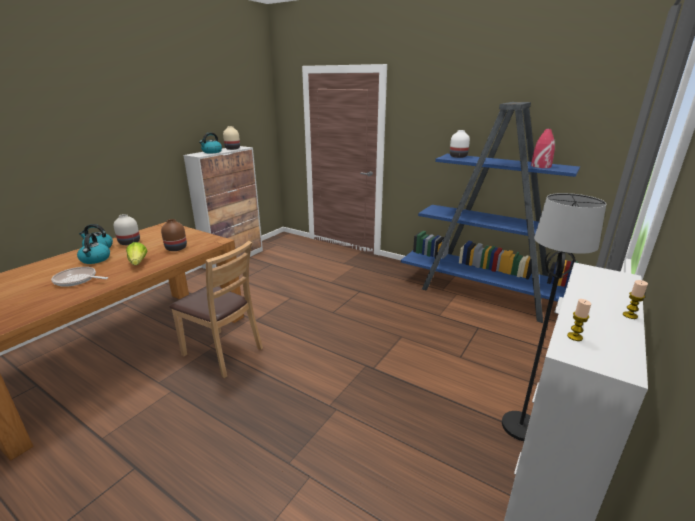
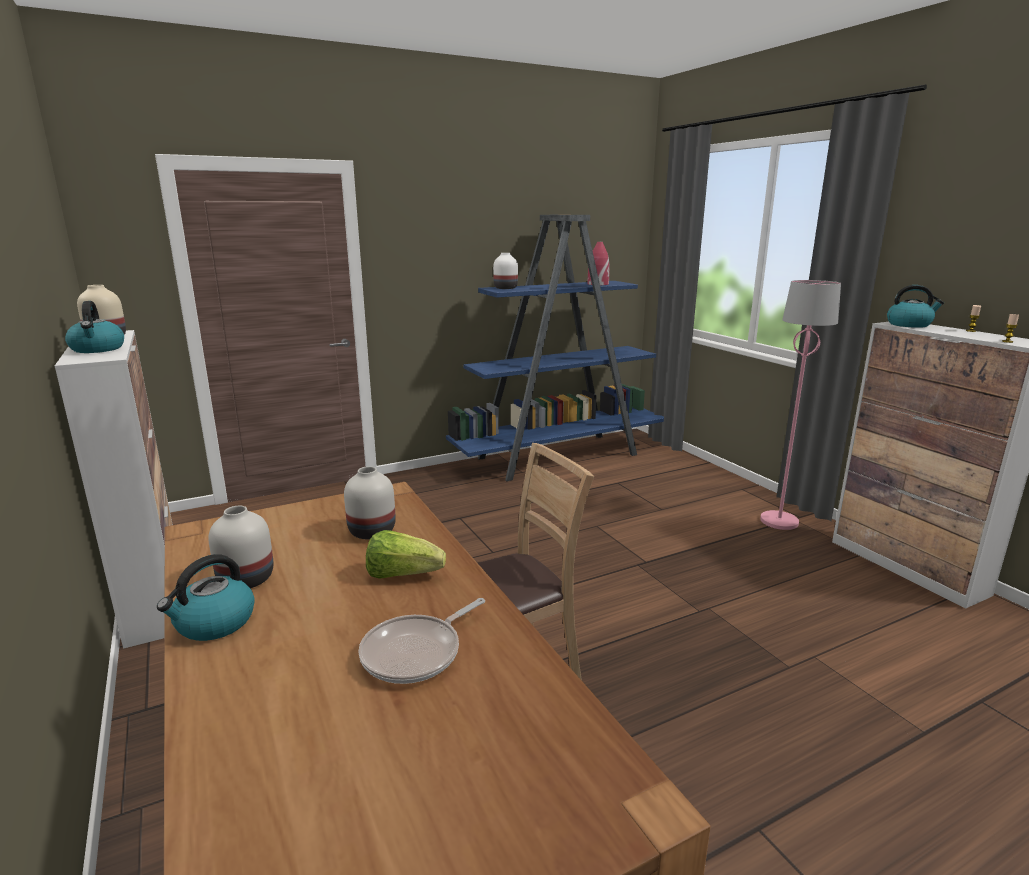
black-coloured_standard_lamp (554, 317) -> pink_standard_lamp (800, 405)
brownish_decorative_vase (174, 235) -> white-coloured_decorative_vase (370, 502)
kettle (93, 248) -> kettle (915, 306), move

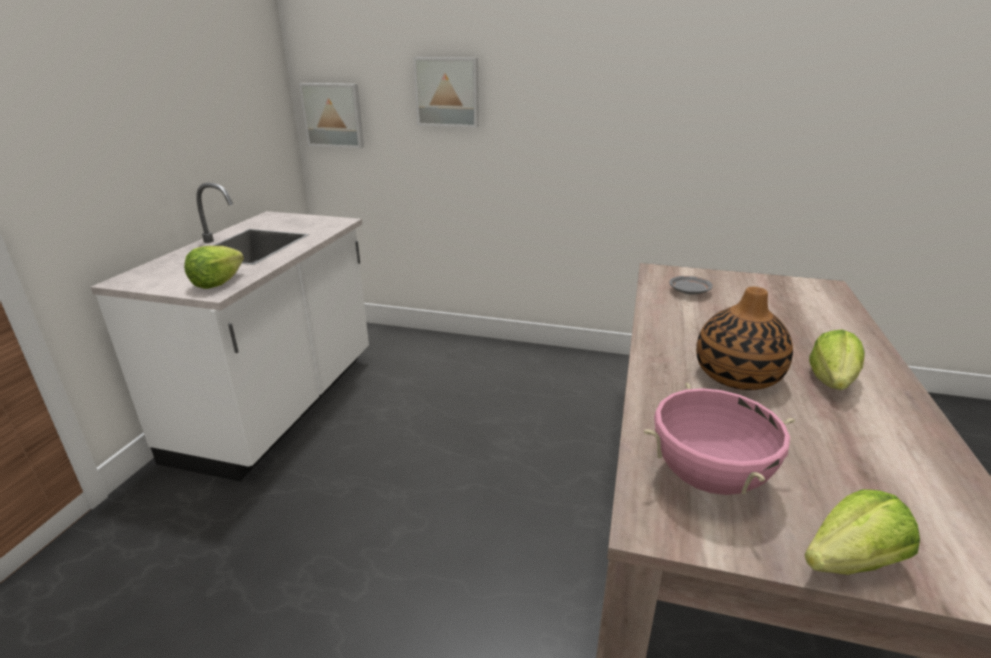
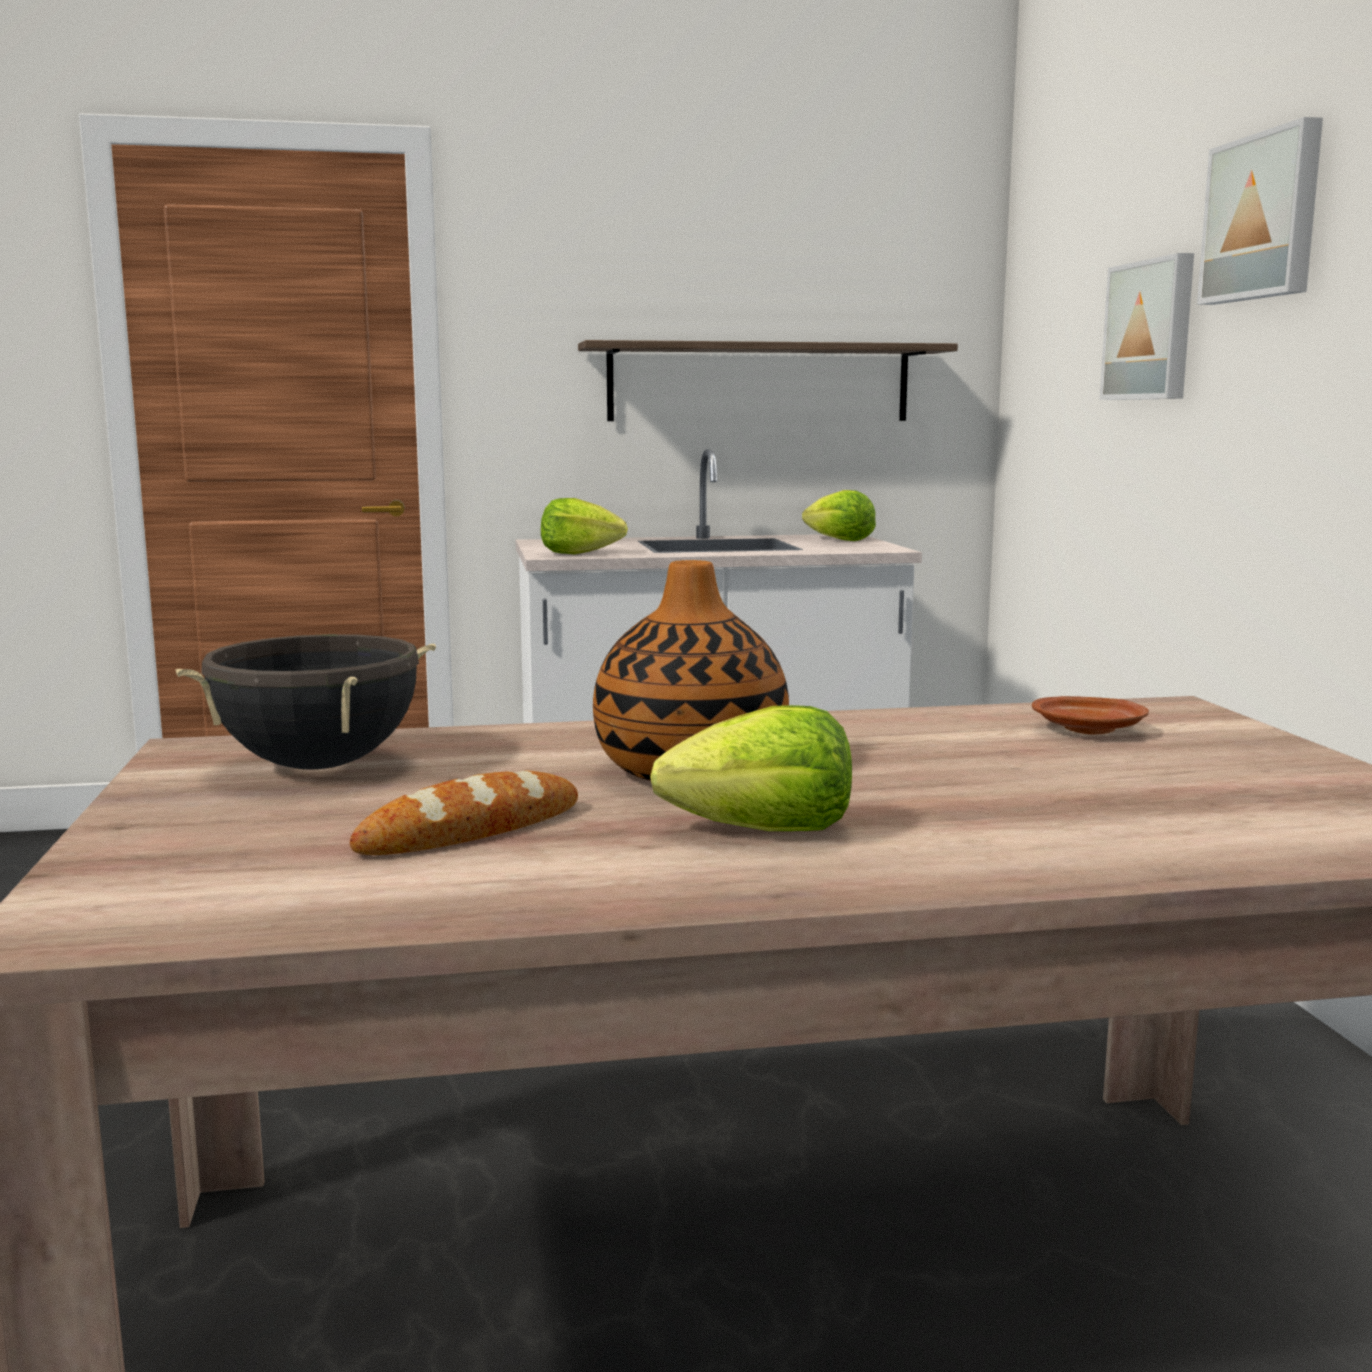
picture (331, 115) -> picture (1260, 211), move
gray_plate (691, 285) -> brownish_plate (1090, 715)
pink_cooking_pot (719, 438) -> black-coloured_cooking_pot (305, 701)
head_of_lettuce (862, 532) -> head_of_lettuce (839, 515), move
none -> shelf (768, 380)
none -> bakery_bread (464, 813)

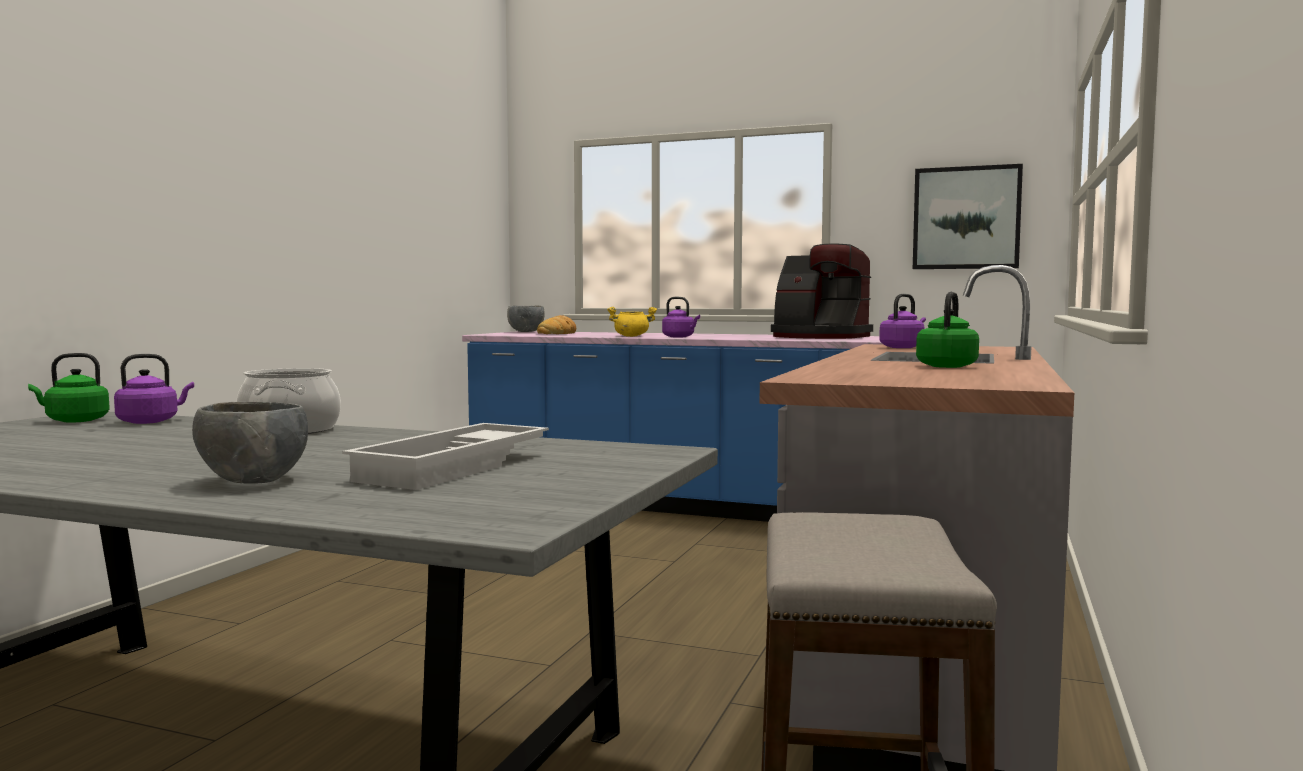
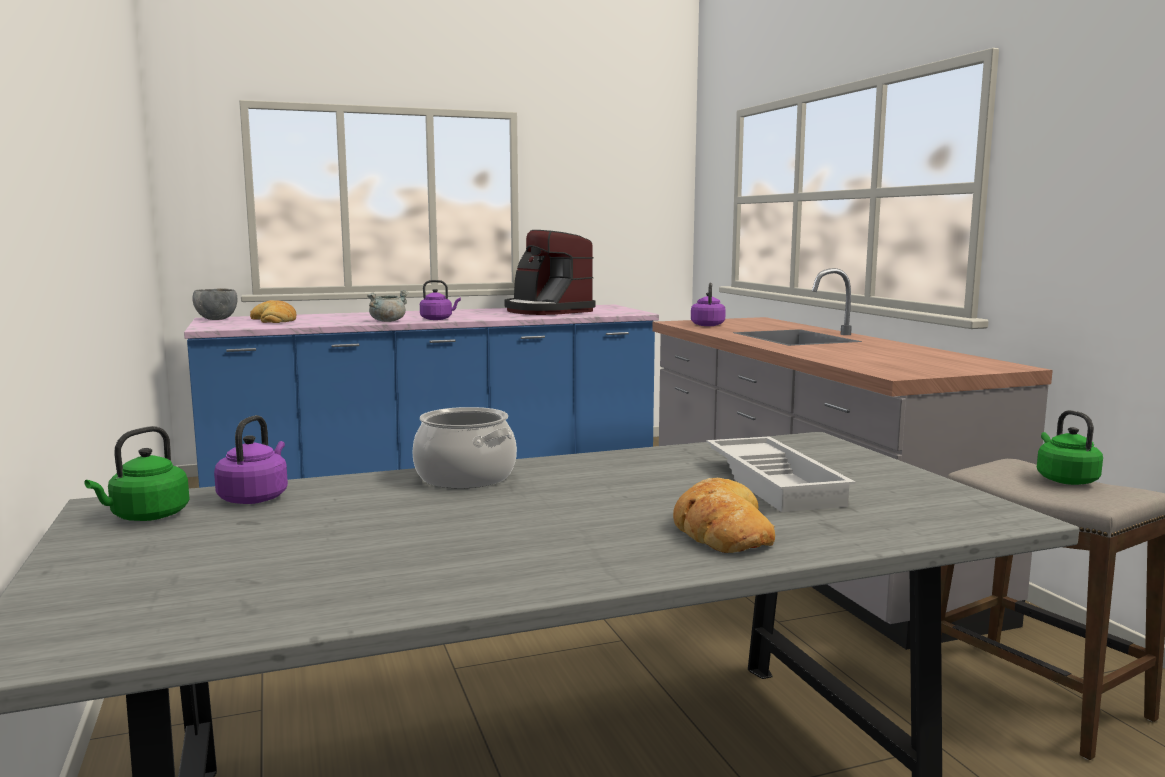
picture (968, 216) -> none
coffee_brewer (822, 291) -> coffee_brewer (549, 272), 60 degrees clockwise
green_kettle (947, 330) -> green_kettle (1070, 447), move
yellow_cooking_pot (632, 322) -> gray_cooking_pot (388, 306)
gray_deep_dish (250, 443) -> bakery_bread (724, 515)

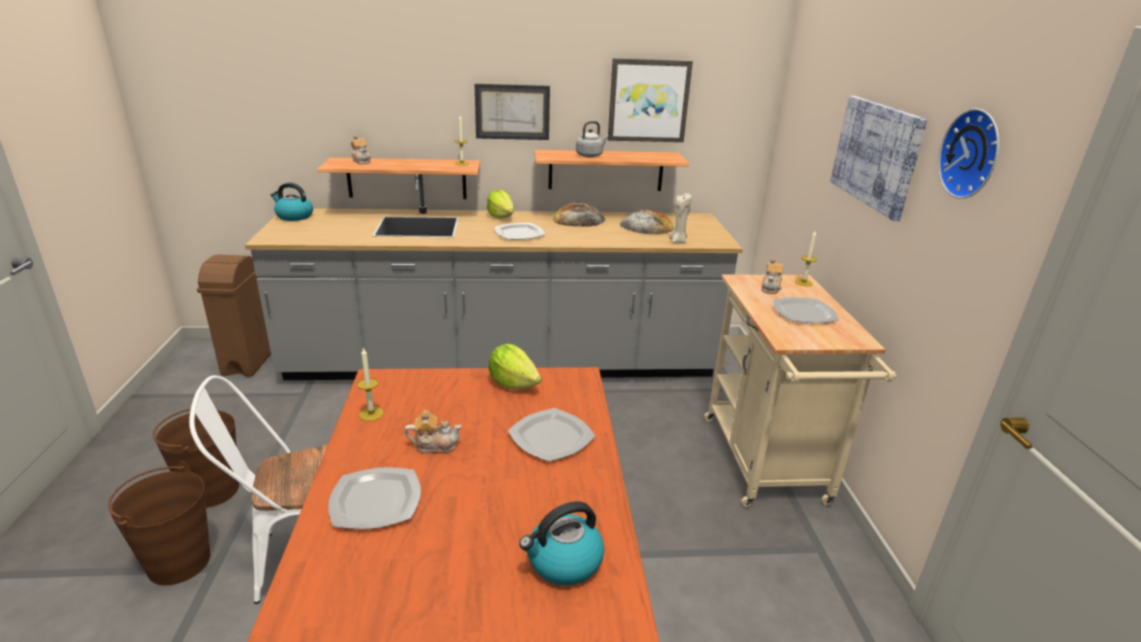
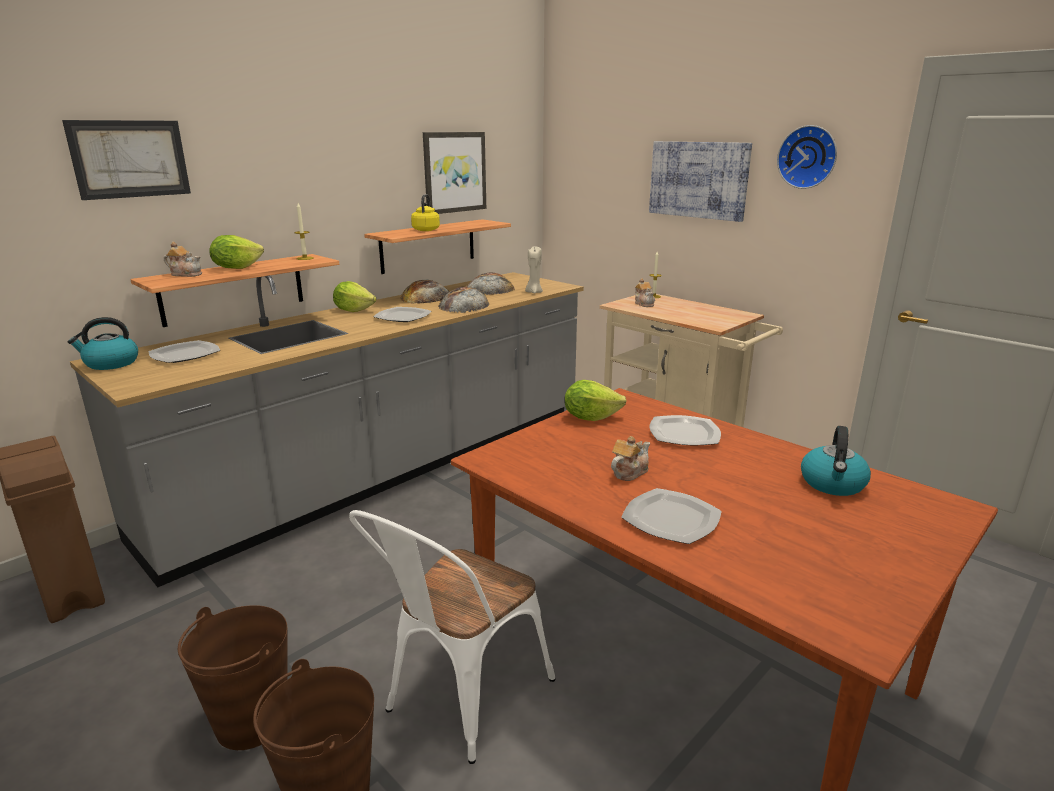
picture (512, 112) -> picture (126, 160), move
gray_kettle (592, 139) -> yellow_kettle (425, 212)
plate (806, 310) -> plate (184, 351), move
candle (370, 384) -> none
none -> head_of_lettuce (236, 252)
none -> bakery_bread (463, 300)

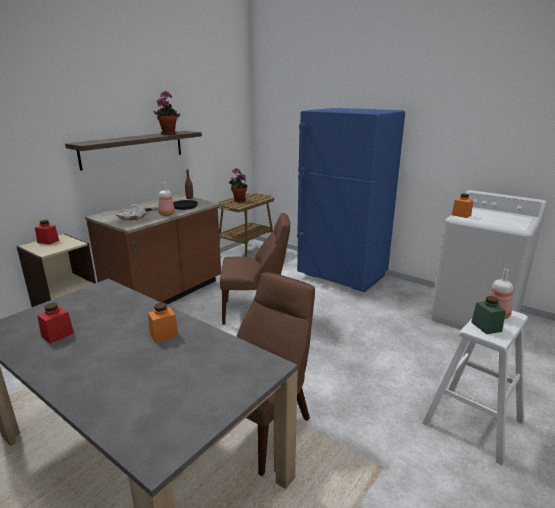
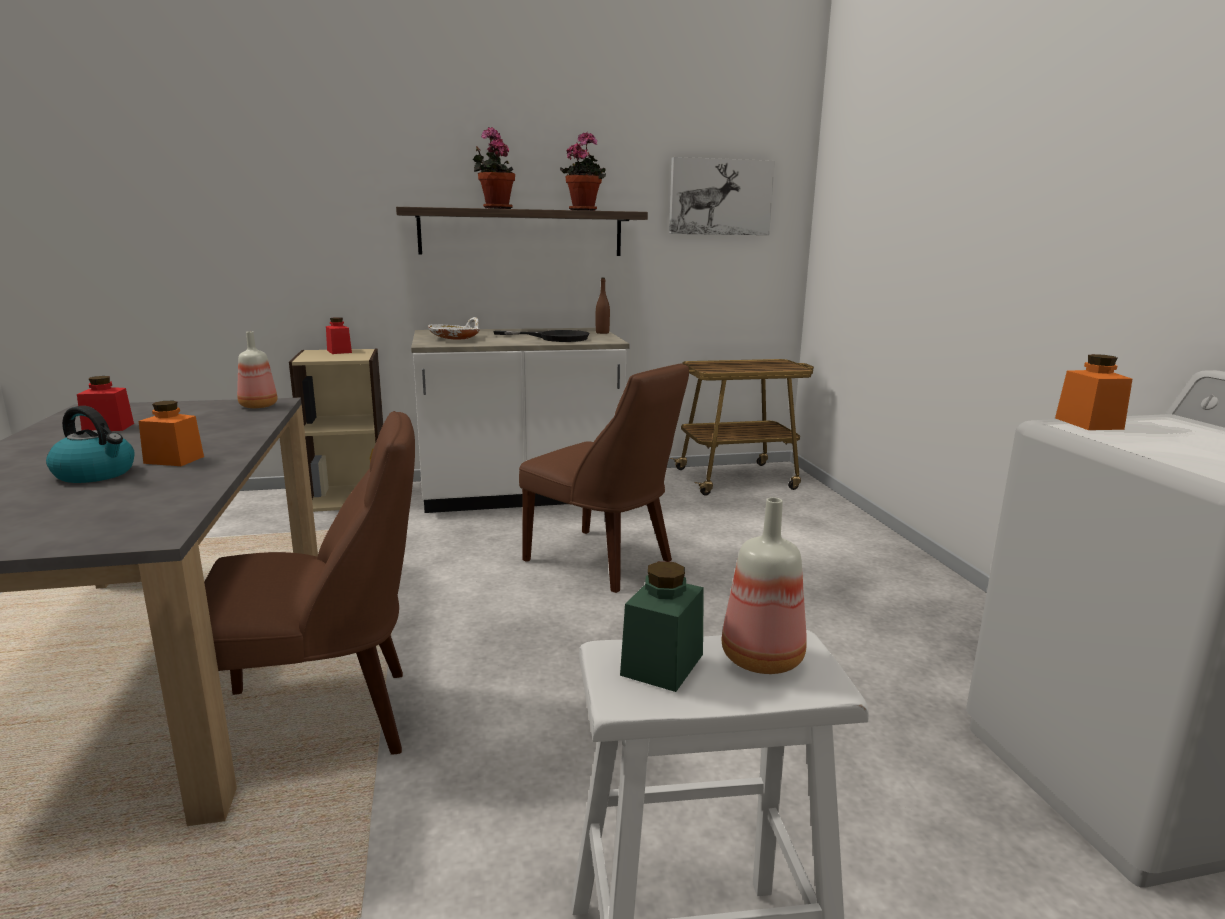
blue_fridge (351, 200) -> none
potted_plant (238, 185) -> potted_plant (494, 168), move
beverage_bottle (166, 199) -> beverage_bottle (257, 369), move
brownish_kitchen_counter (153, 249) -> white-coloured_kitchen_counter (520, 420)
none -> picture (722, 196)
none -> kettle (90, 444)

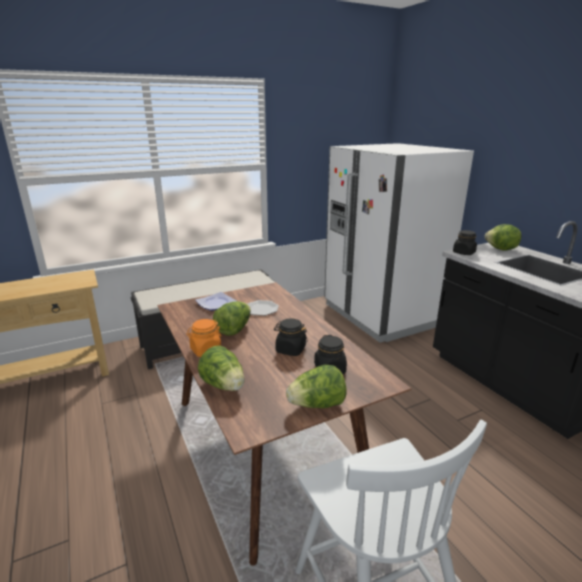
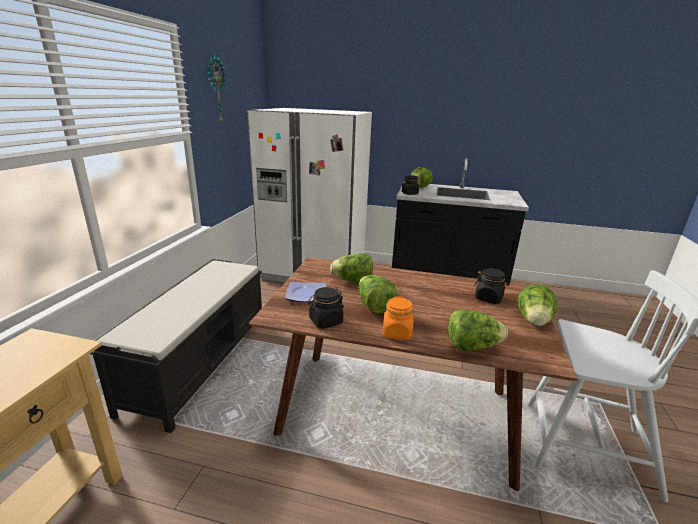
plate (263, 308) -> head_of_lettuce (351, 269)
black-coloured_storage_jar (291, 337) -> black-coloured_storage_jar (326, 308), move
none -> hanging_clock (216, 88)

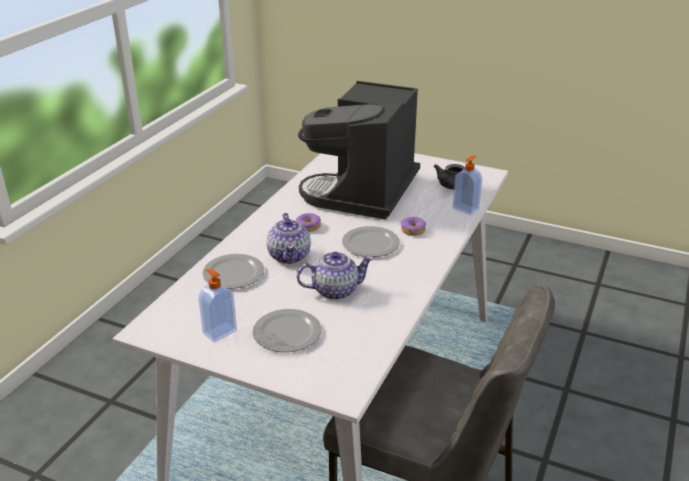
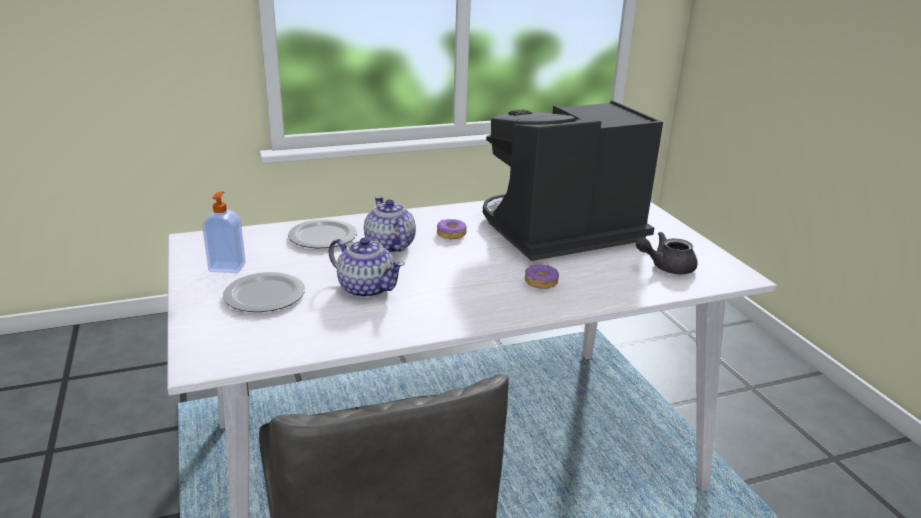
soap_bottle (467, 185) -> none
pot_for_tea (288, 238) -> pot_for_tea (390, 225), 120 degrees clockwise
plate (371, 241) -> none

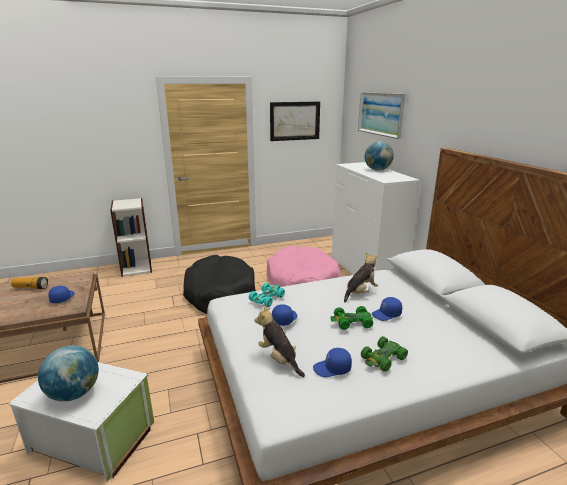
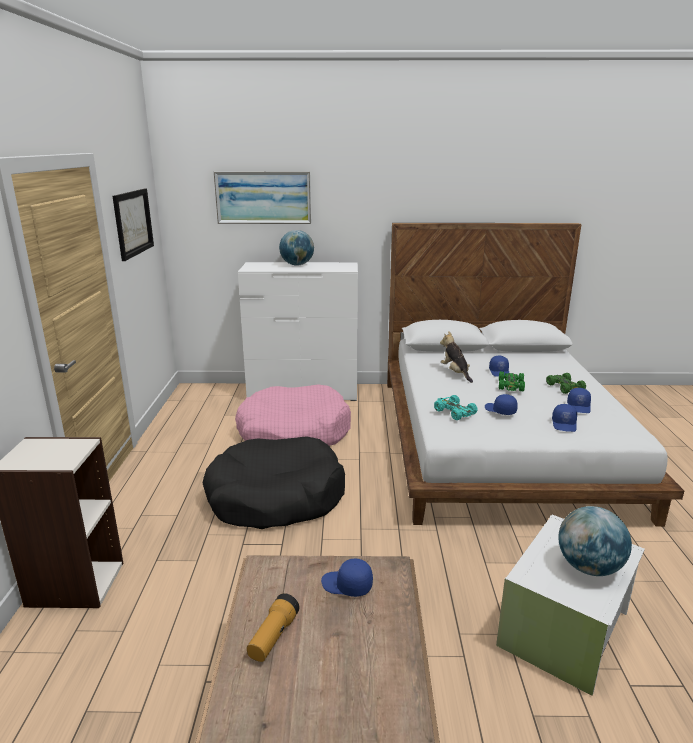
plush_toy (279, 341) -> blue_cap (564, 418)

